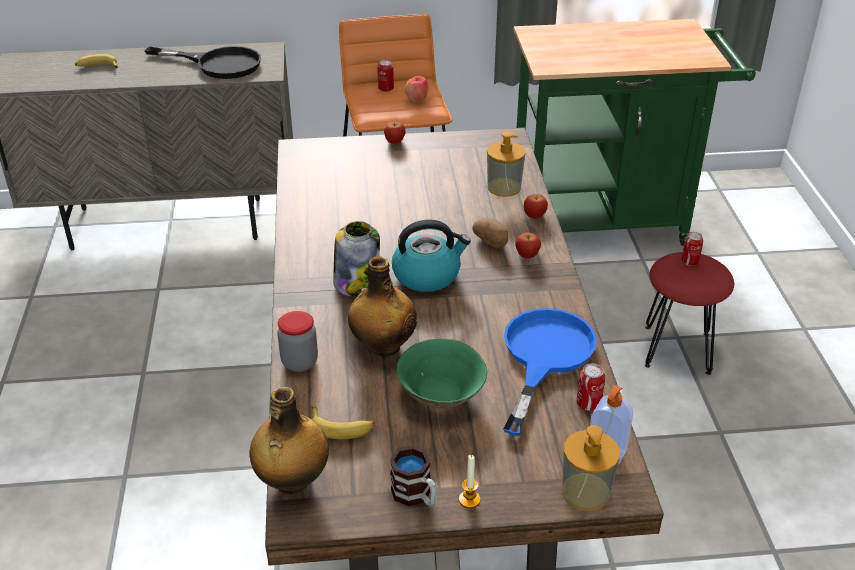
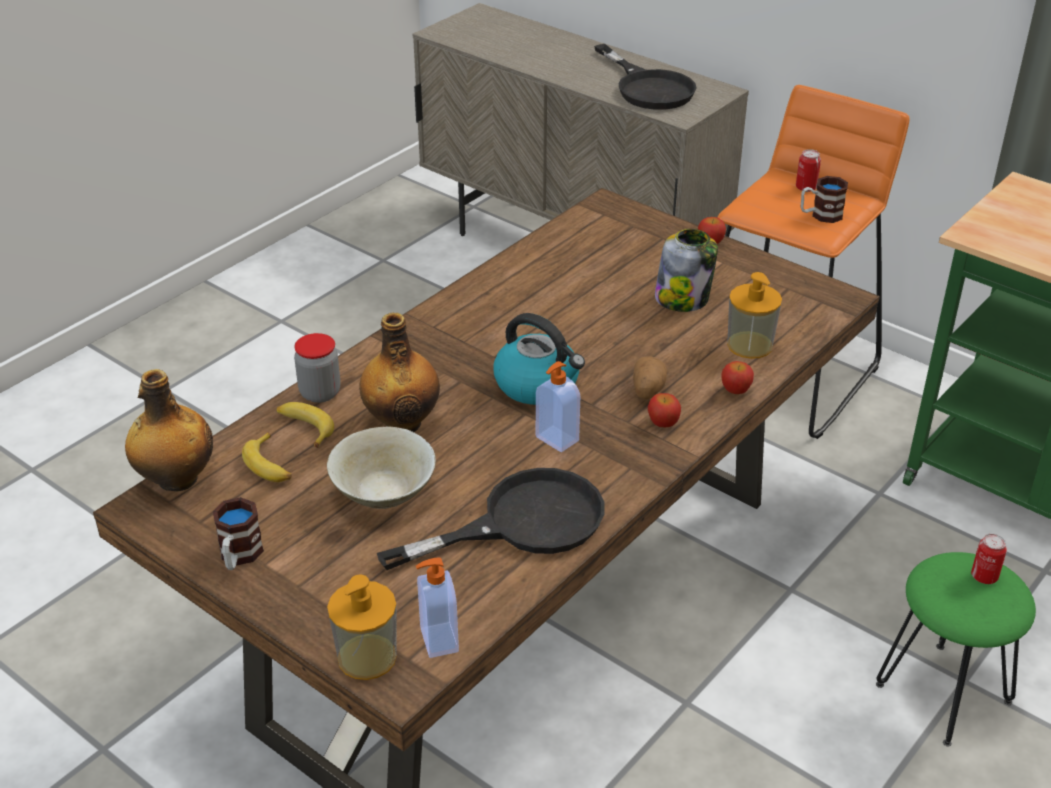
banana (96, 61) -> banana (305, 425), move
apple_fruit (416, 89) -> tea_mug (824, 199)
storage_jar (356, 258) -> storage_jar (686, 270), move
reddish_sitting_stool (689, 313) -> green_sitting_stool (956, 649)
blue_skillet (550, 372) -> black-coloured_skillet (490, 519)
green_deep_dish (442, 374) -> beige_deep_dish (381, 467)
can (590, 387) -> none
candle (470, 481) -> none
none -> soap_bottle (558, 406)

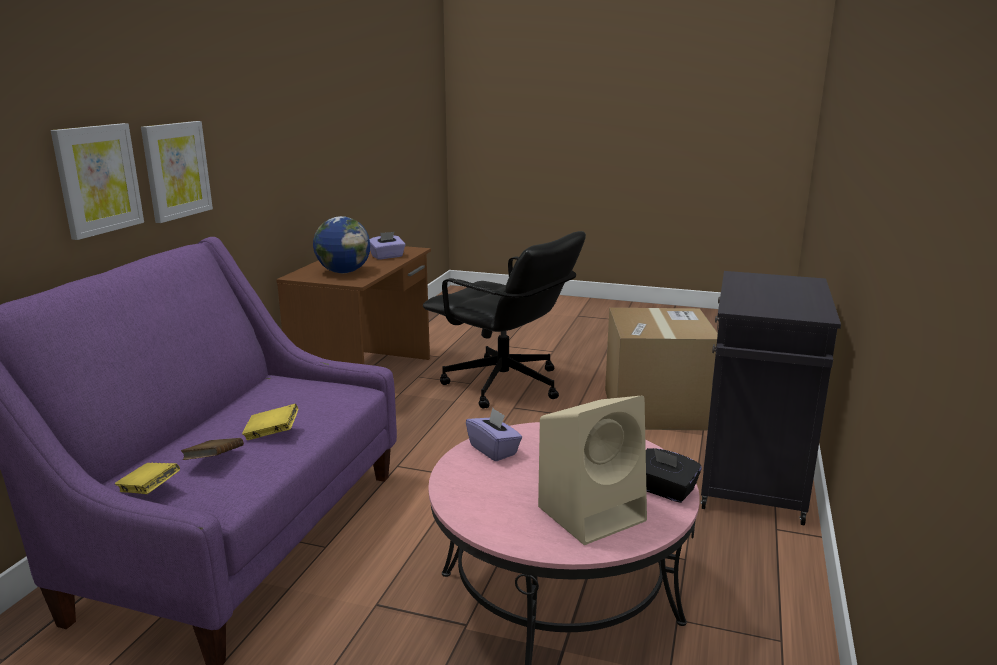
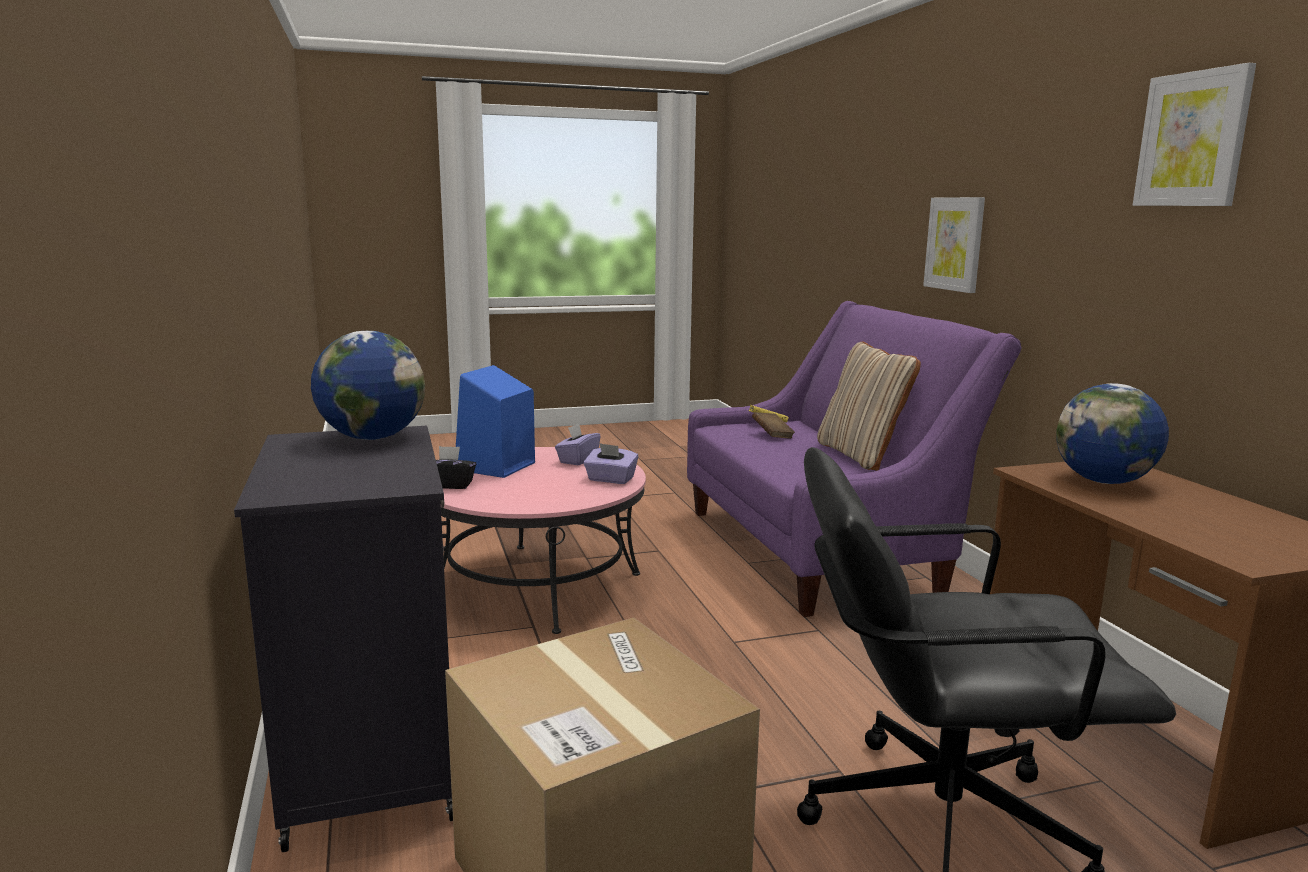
picture (177, 172) -> picture (1194, 134), move
purple-coloured_tissue_holder (388, 246) -> purple-coloured_tissue_holder (577, 444), move
beige_audio_speaker (592, 470) -> blue_audio_speaker (495, 421)
yellow_bound_book (270, 422) -> none
none -> desk_globe (368, 385)
none -> beige_throw_pillow (869, 406)

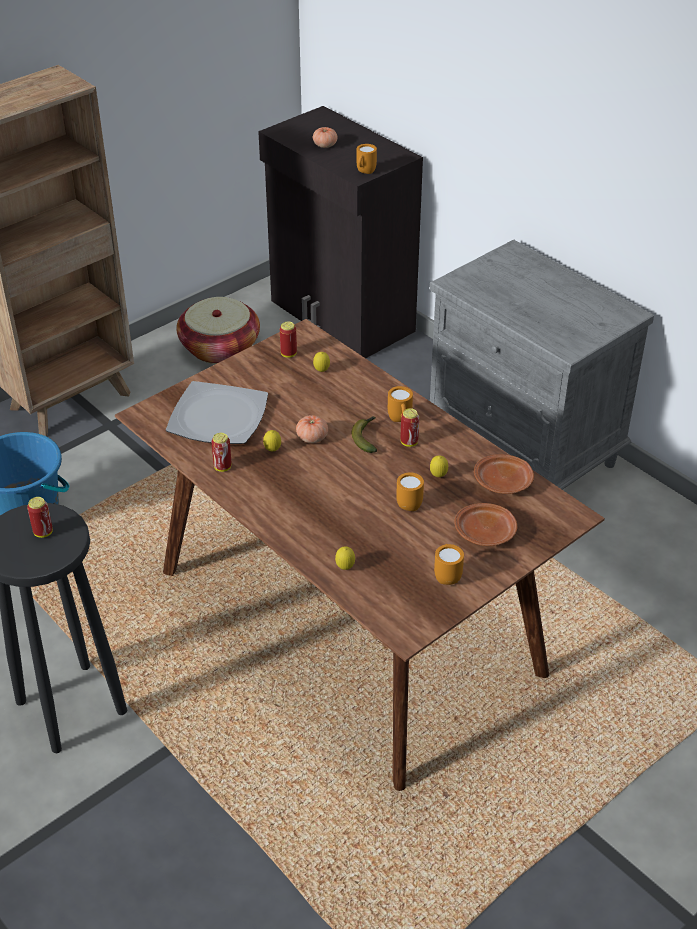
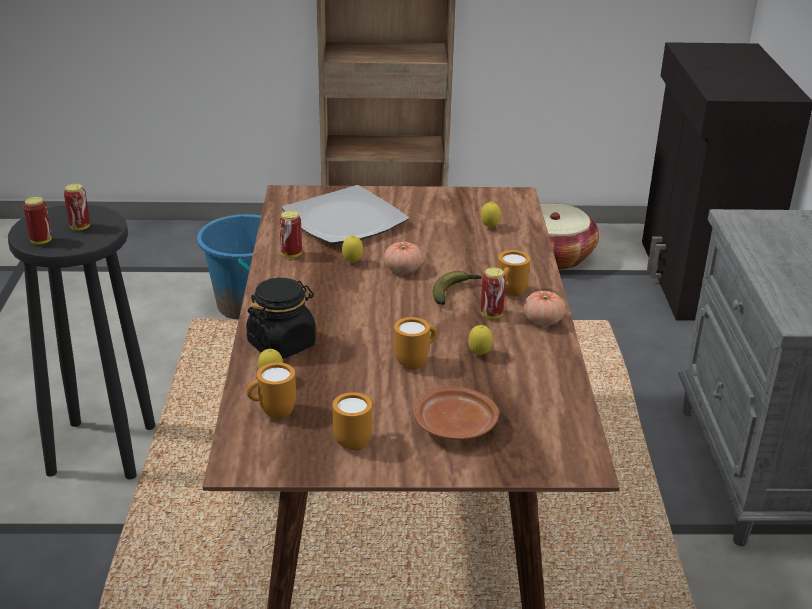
whole_tomato (325, 137) -> whole_tomato (544, 308), move
orangey_tea_mug (367, 159) -> orangey_tea_mug (271, 390), move
can (288, 340) -> can (38, 221), move
brownish_plate (504, 474) -> none
none -> black-coloured_storage_jar (281, 318)

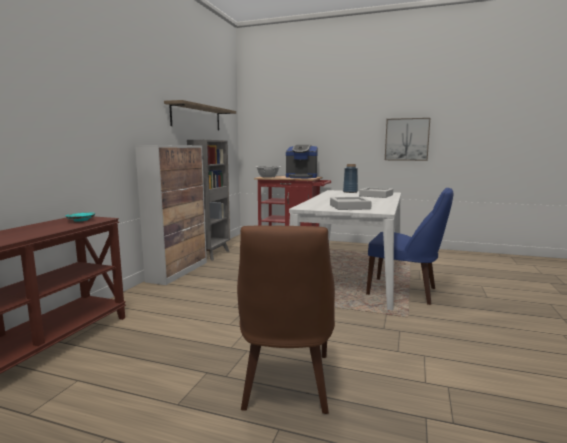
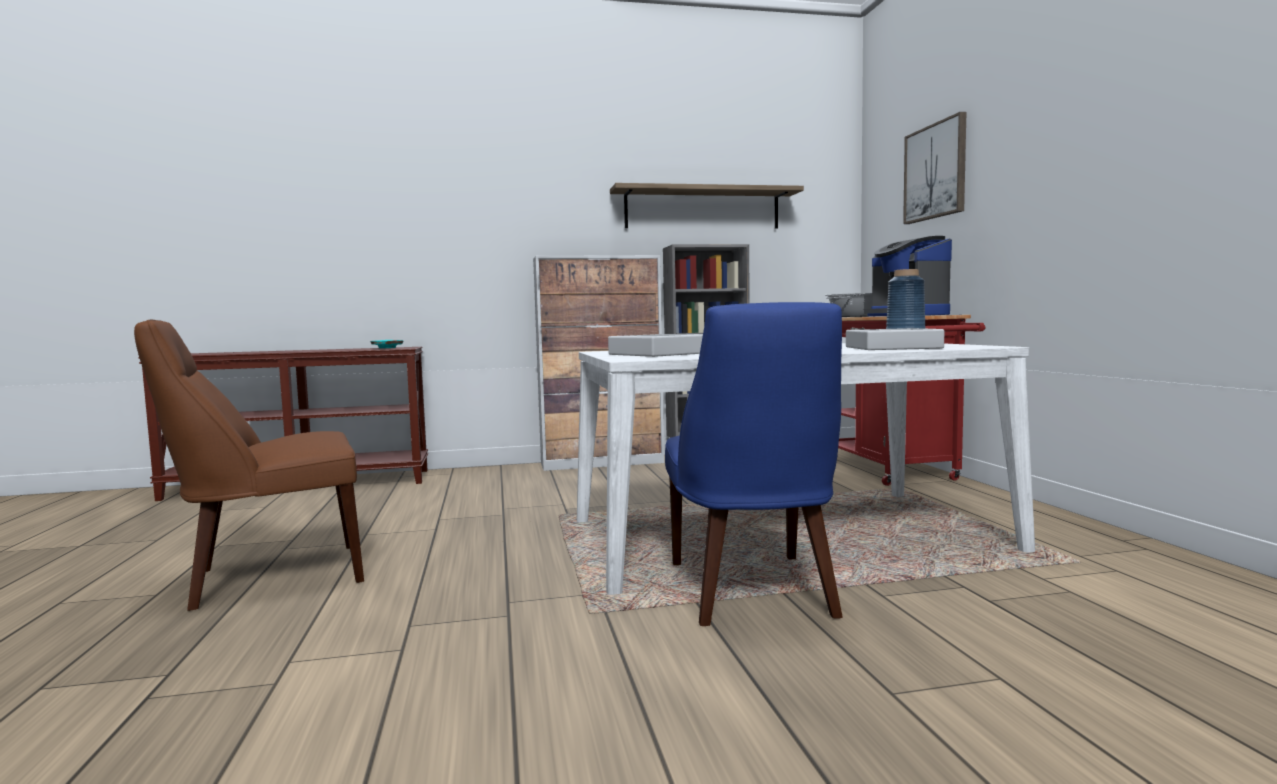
picture (407, 139) -> picture (934, 168), move

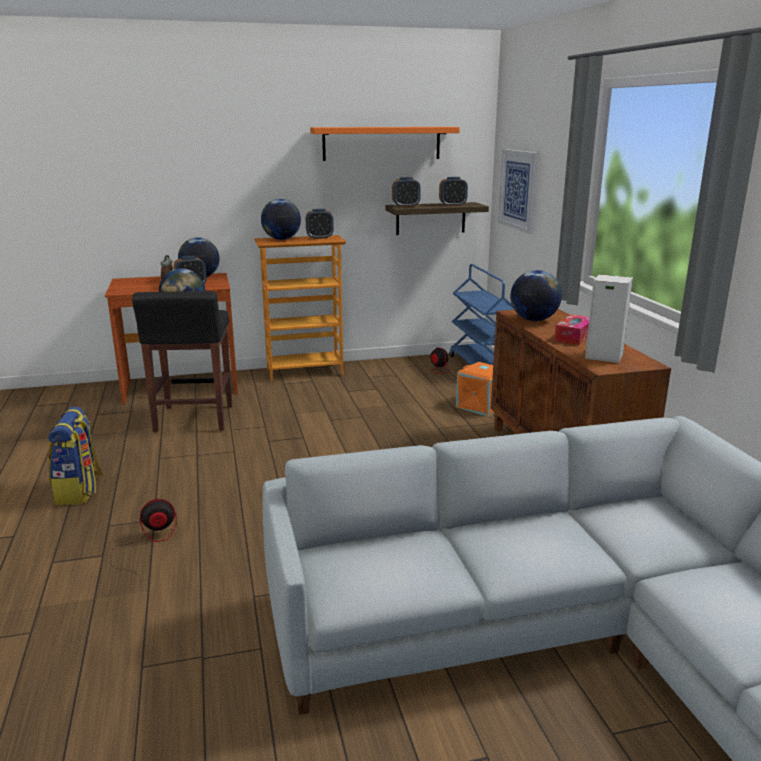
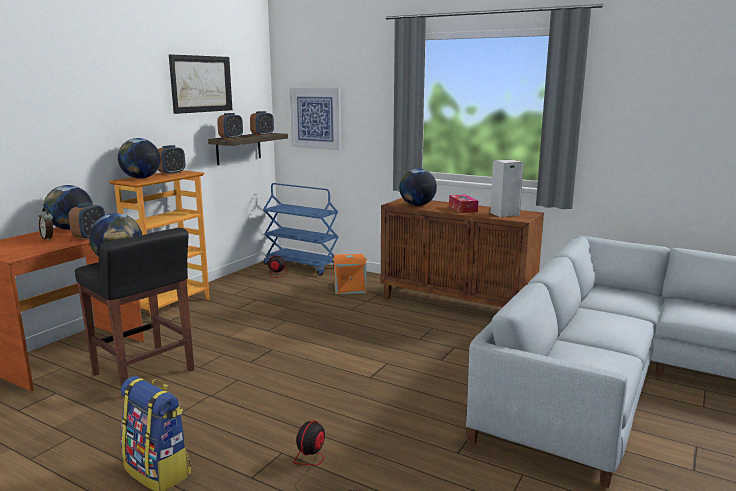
orangey_shelf (385, 144) -> picture (200, 84)

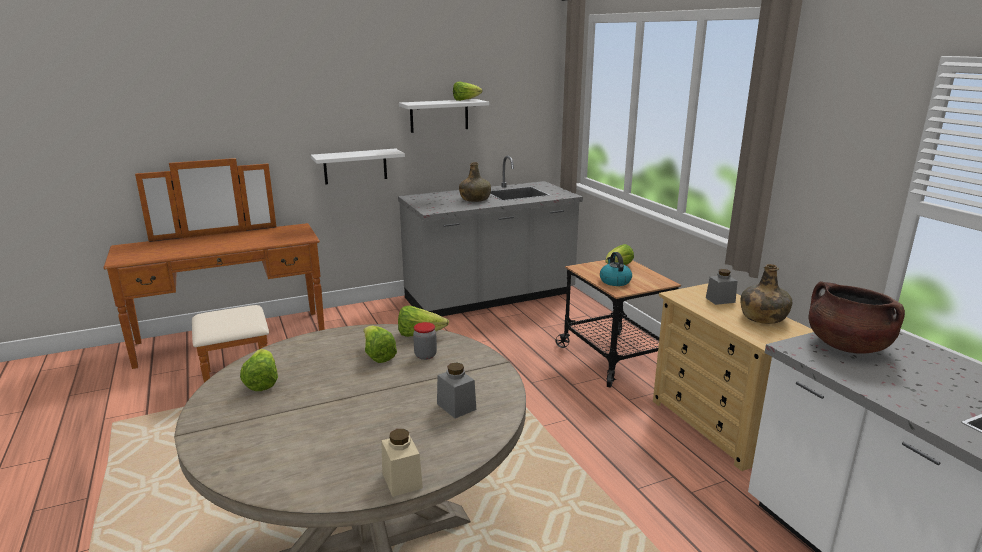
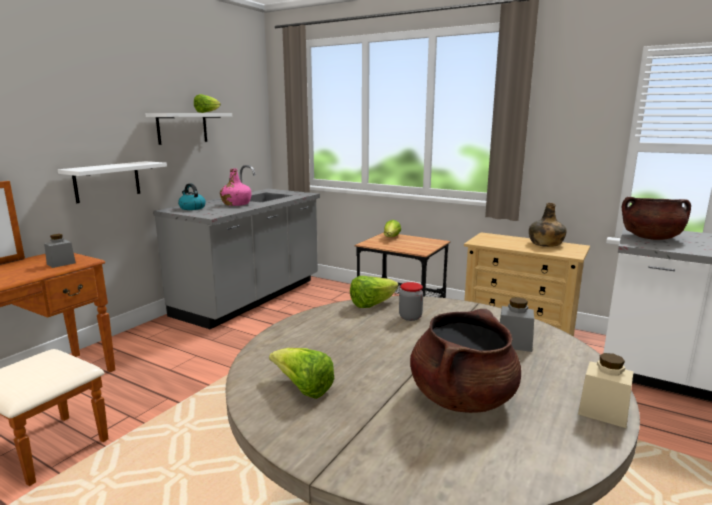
green_beverage_bottle (475, 182) -> pink_beverage_bottle (235, 187)
kettle (616, 269) -> kettle (192, 196), move
gray_storage_jar (721, 287) -> gray_storage_jar (60, 251), move
head_of_lettuce (380, 344) -> none
none -> brownish_cooking_pot (465, 361)

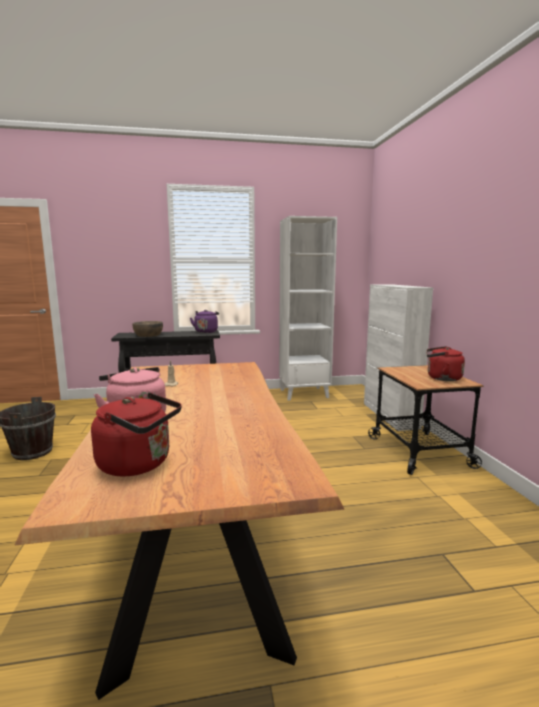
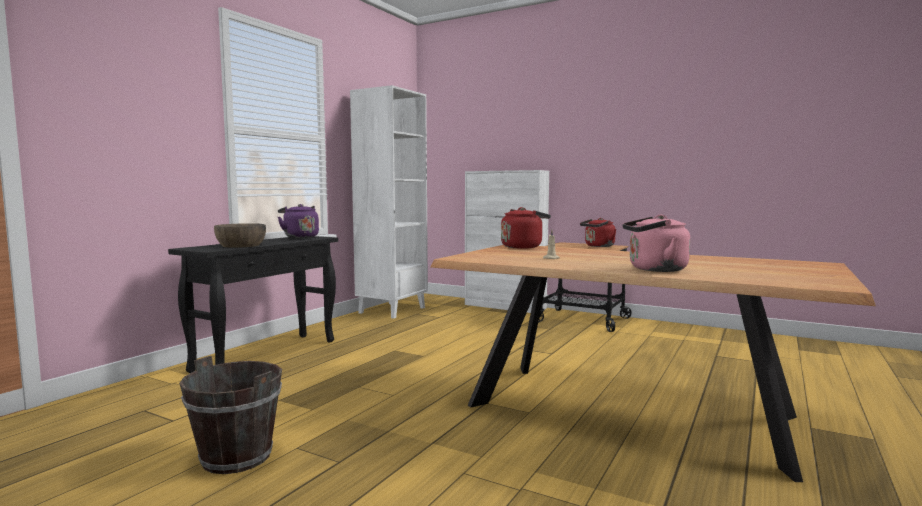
reddish_kettle (136, 434) -> reddish_kettle (526, 228), move

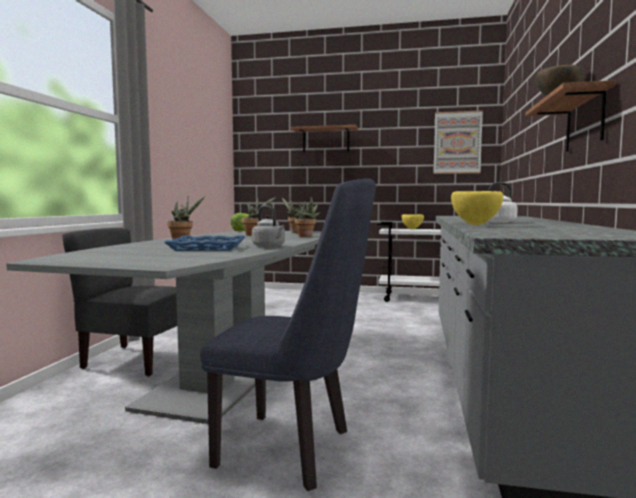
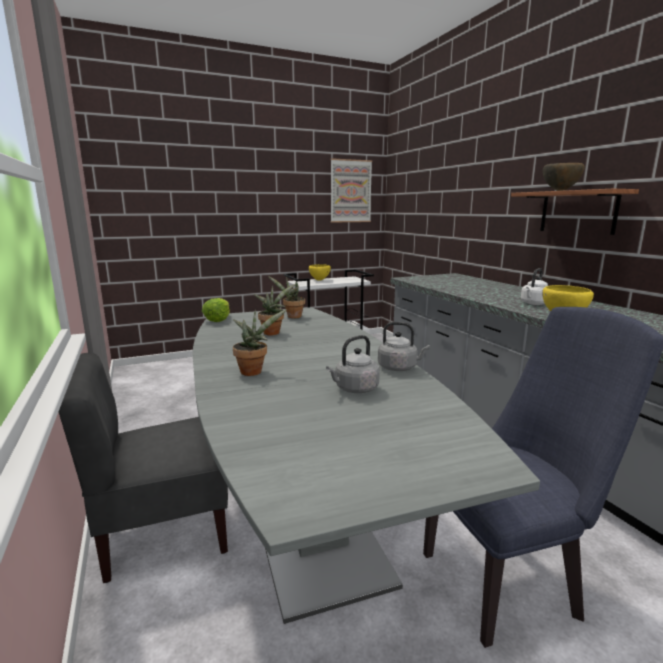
shelf (324, 138) -> none
potted_plant (307, 217) -> none
blue_carrying_tray (204, 243) -> gray_kettle (353, 364)

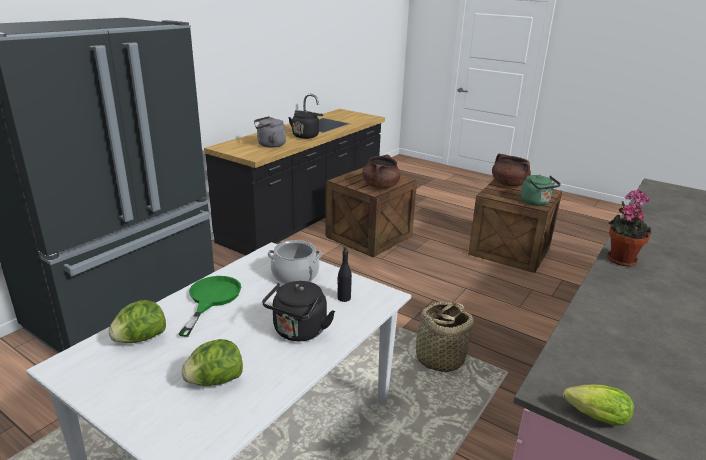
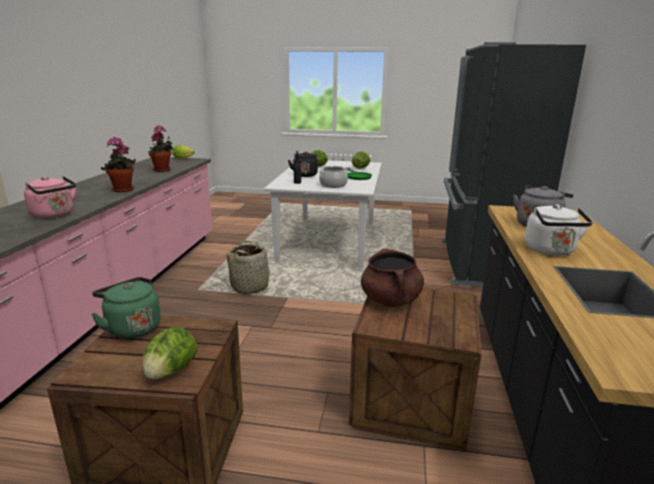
black-coloured_kettle (305, 124) -> white-coloured_kettle (559, 230)
brownish_cooking_pot (511, 169) -> head_of_lettuce (170, 353)
none -> potted_plant (160, 148)
none -> pink_kettle (50, 197)

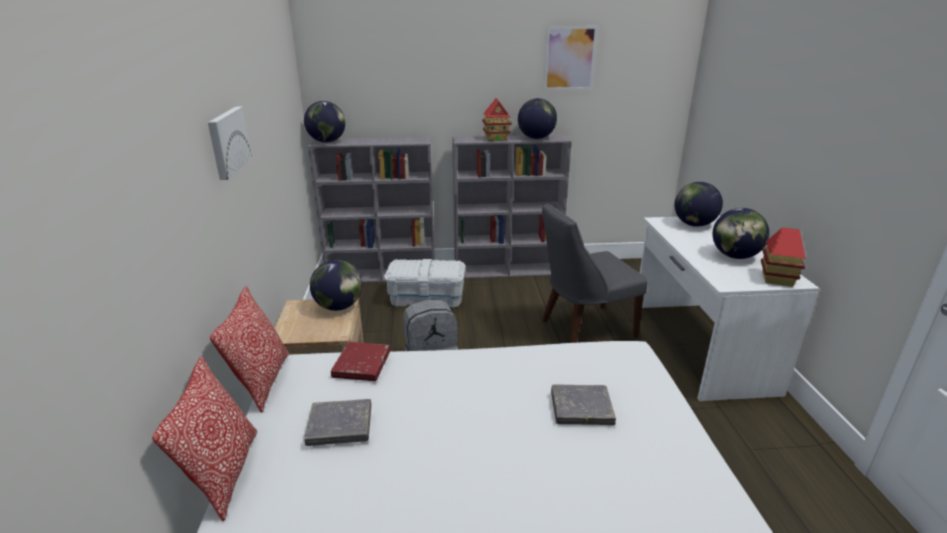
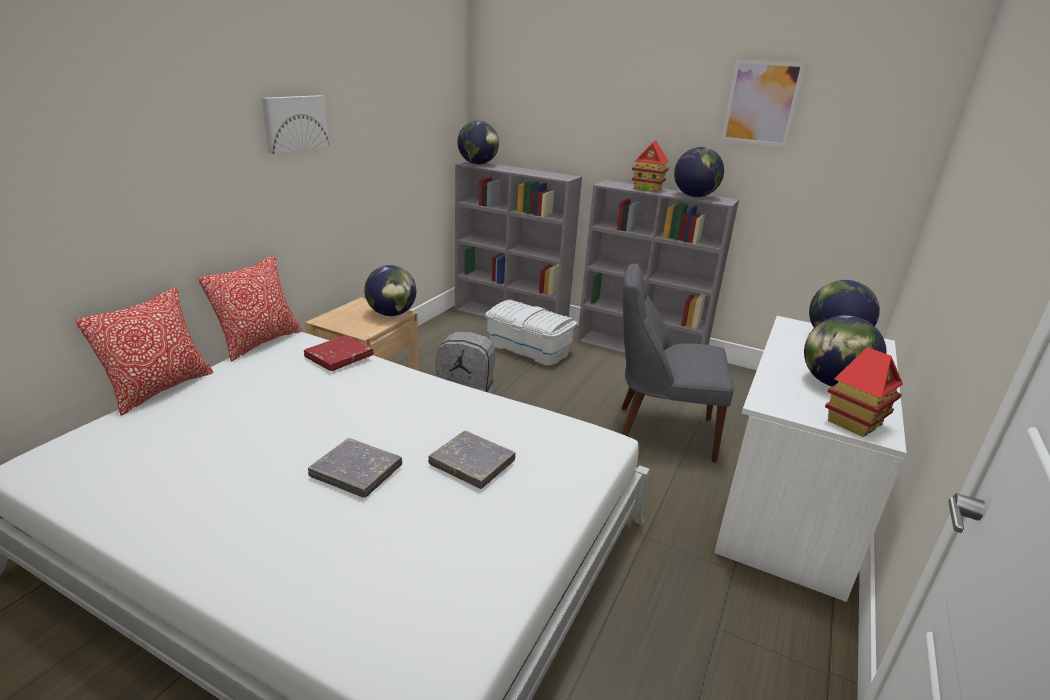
gray_bound_book (337, 422) -> gray_bound_book (355, 468), move

